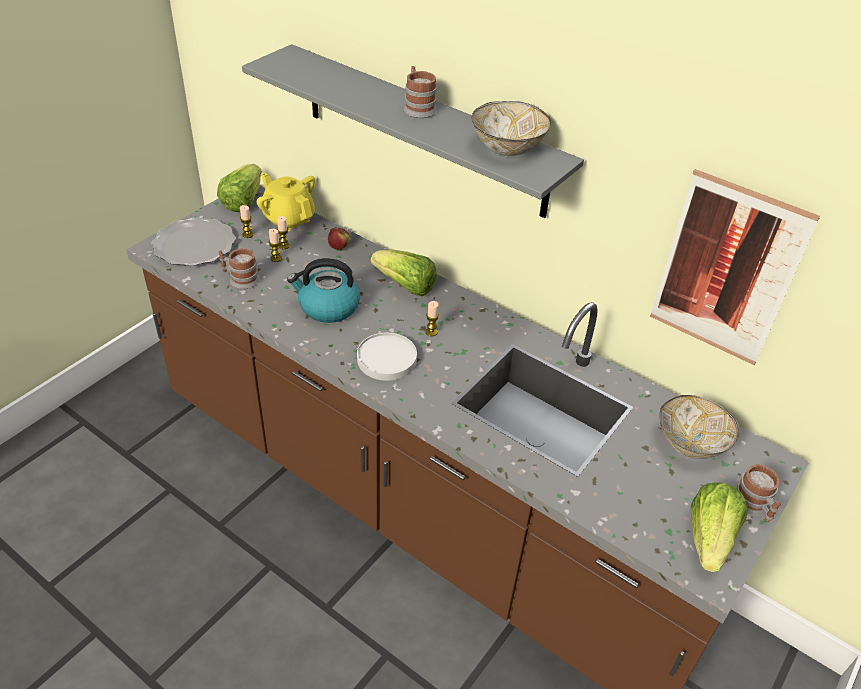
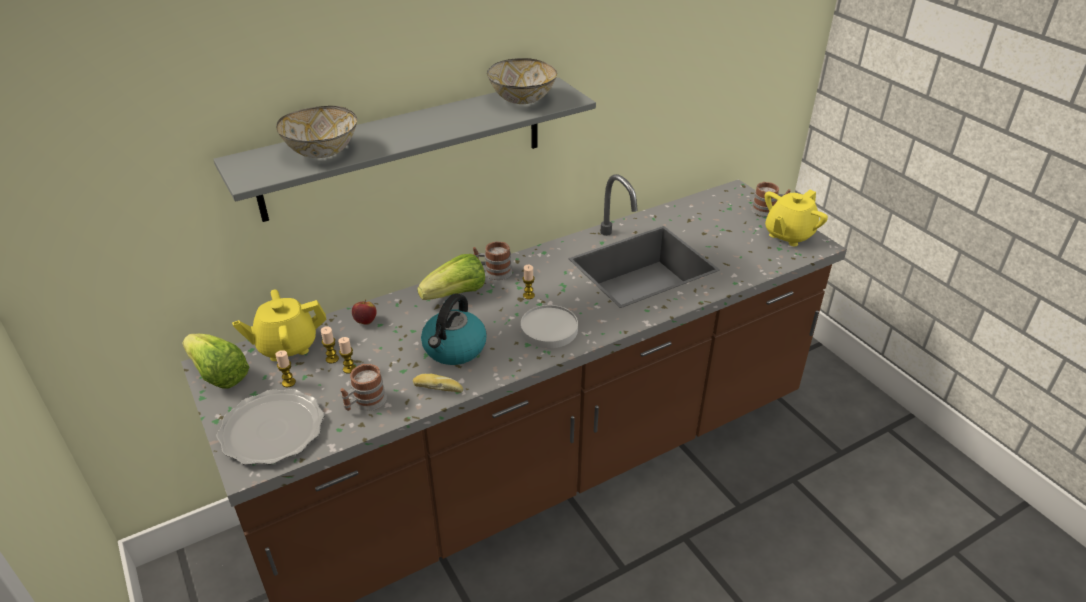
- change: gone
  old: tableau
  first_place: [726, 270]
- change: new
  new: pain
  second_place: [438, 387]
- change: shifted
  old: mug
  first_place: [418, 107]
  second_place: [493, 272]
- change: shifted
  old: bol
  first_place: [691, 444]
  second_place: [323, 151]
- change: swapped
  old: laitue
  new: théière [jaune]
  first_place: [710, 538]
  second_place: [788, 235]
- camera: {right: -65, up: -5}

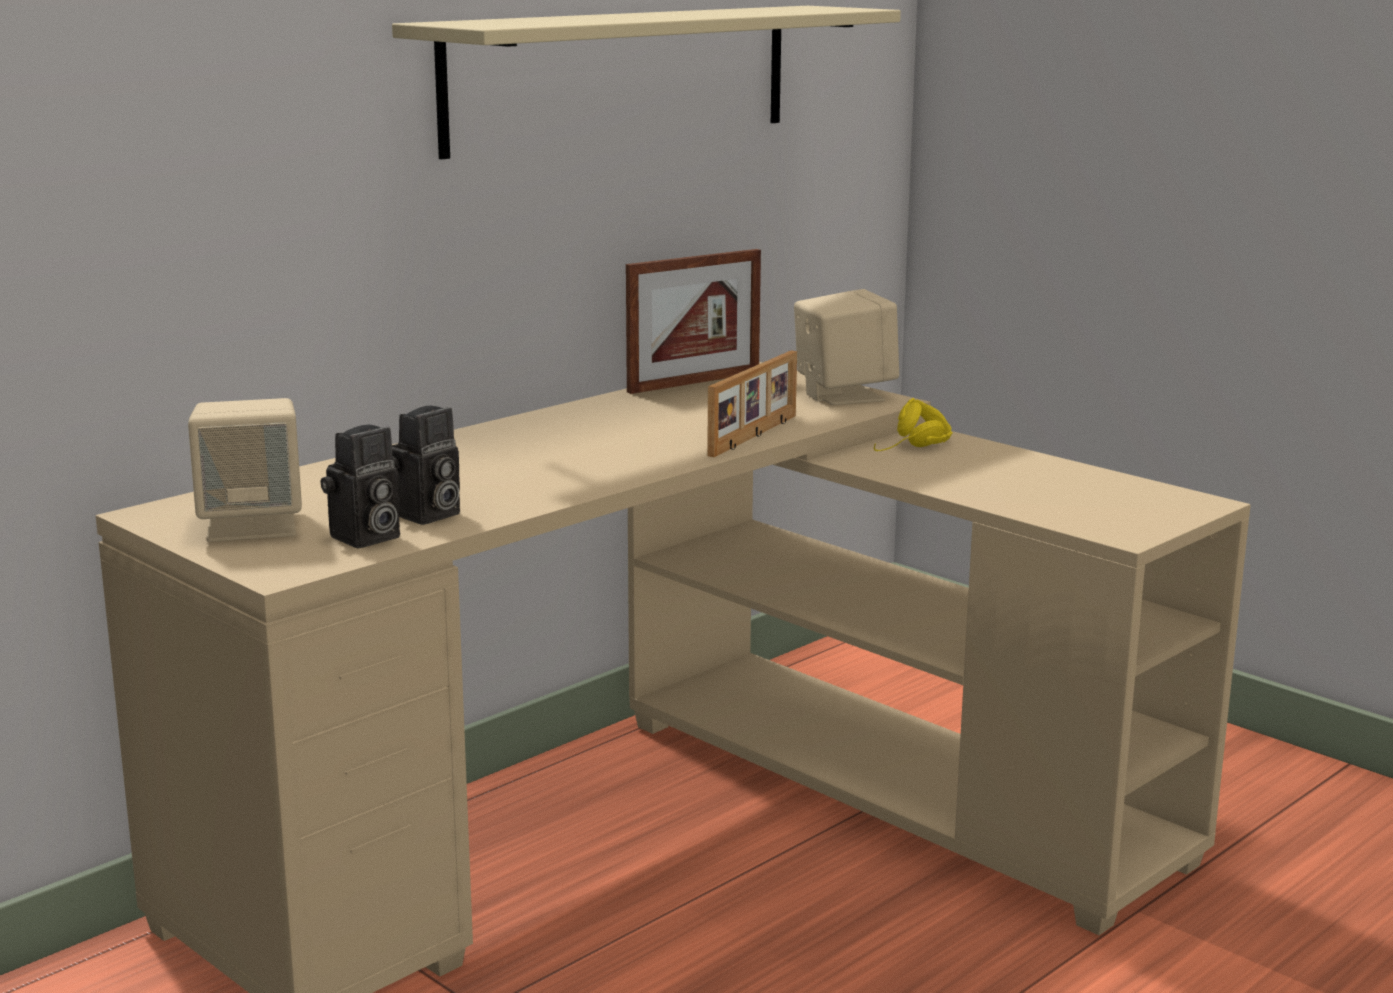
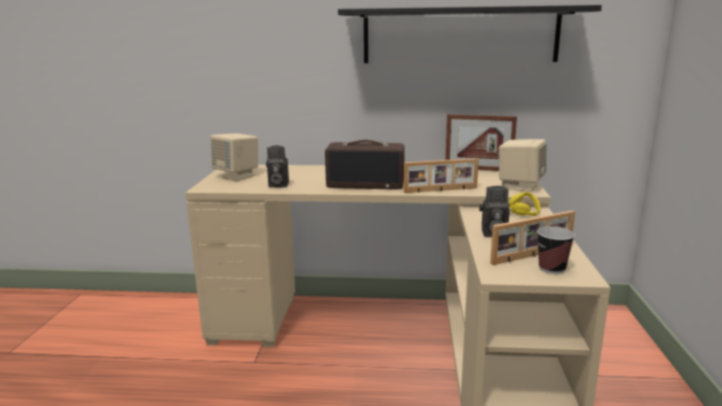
- change: new
  new: radio
  second_place: [366, 184]
- change: new
  new: cadre photo
  second_place: [532, 256]
- change: new
  new: tasse
  second_place: [552, 269]
- change: shifted
  old: appareil photo
  first_place: [364, 538]
  second_place: [492, 234]
- change: repainted
  old: étagère [beige]
  new: étagère [noir]
  first_place: [622, 76]
  second_place: [460, 36]
- camera: {right: 50, up: 0}

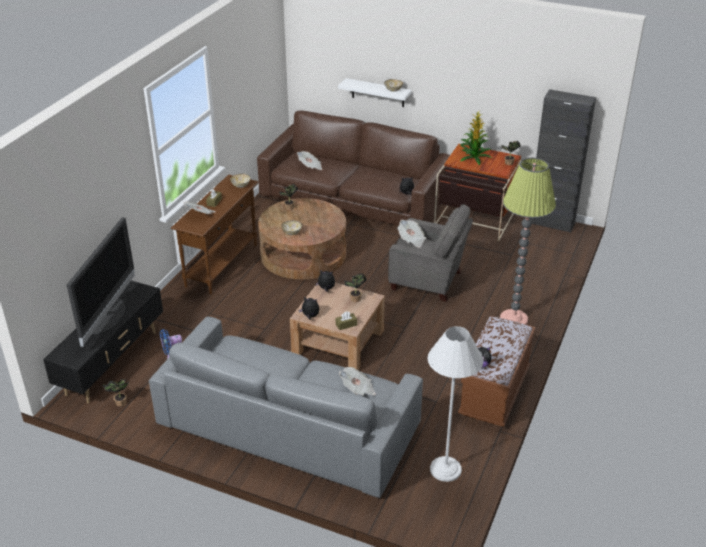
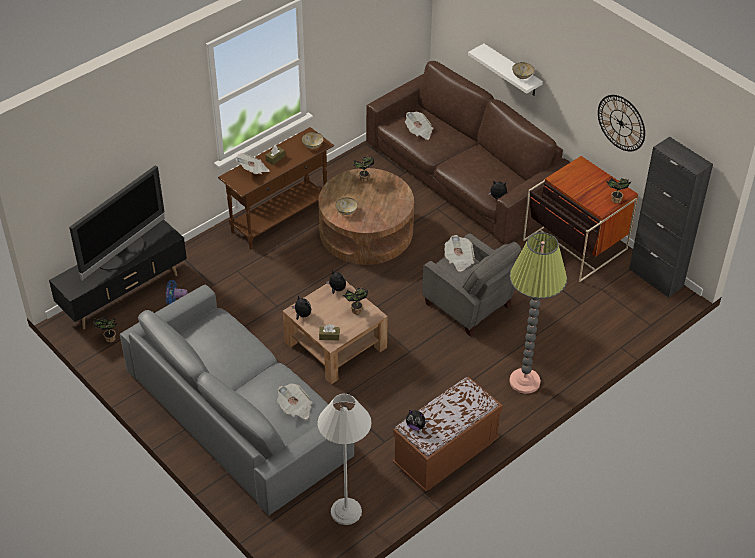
- change: gone
  old: plante en pot
  first_place: [474, 158]
- change: new
  new: horloge murale
  second_place: [621, 123]
- camera: {right: 25, up: 10}

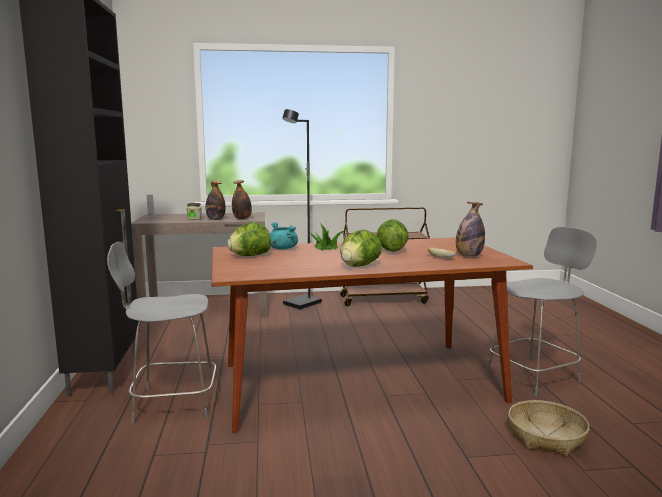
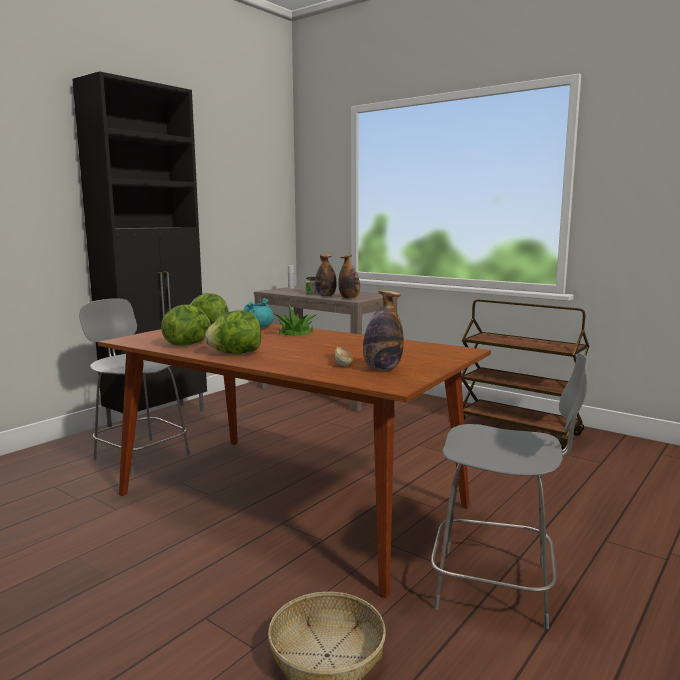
- change: gone
  old: lampadaire [noir]
  first_place: [302, 304]
- change: shifted
  old: laitue
  first_place: [390, 250]
  second_place: [189, 344]
- camera: {right: 45, up: 0}

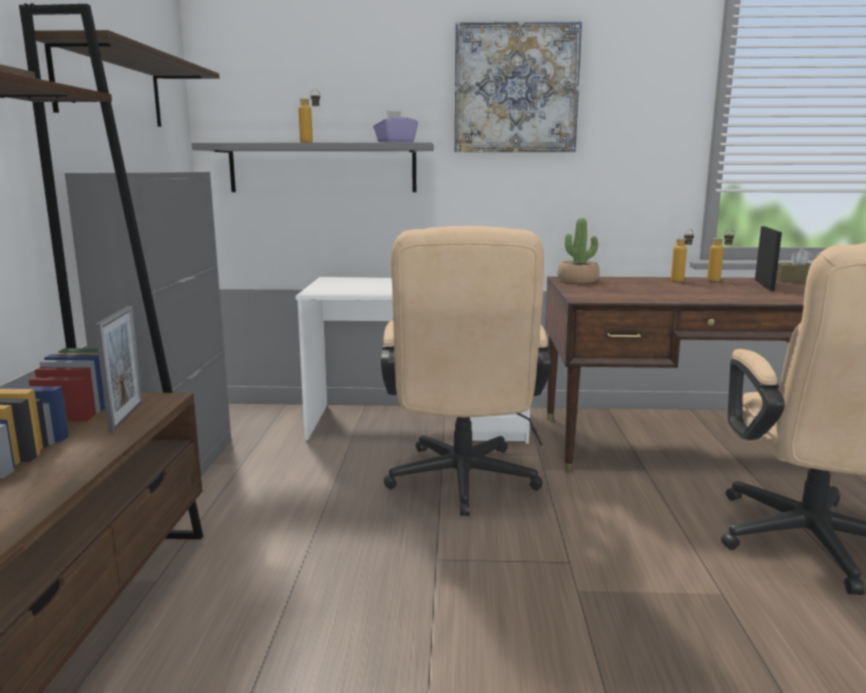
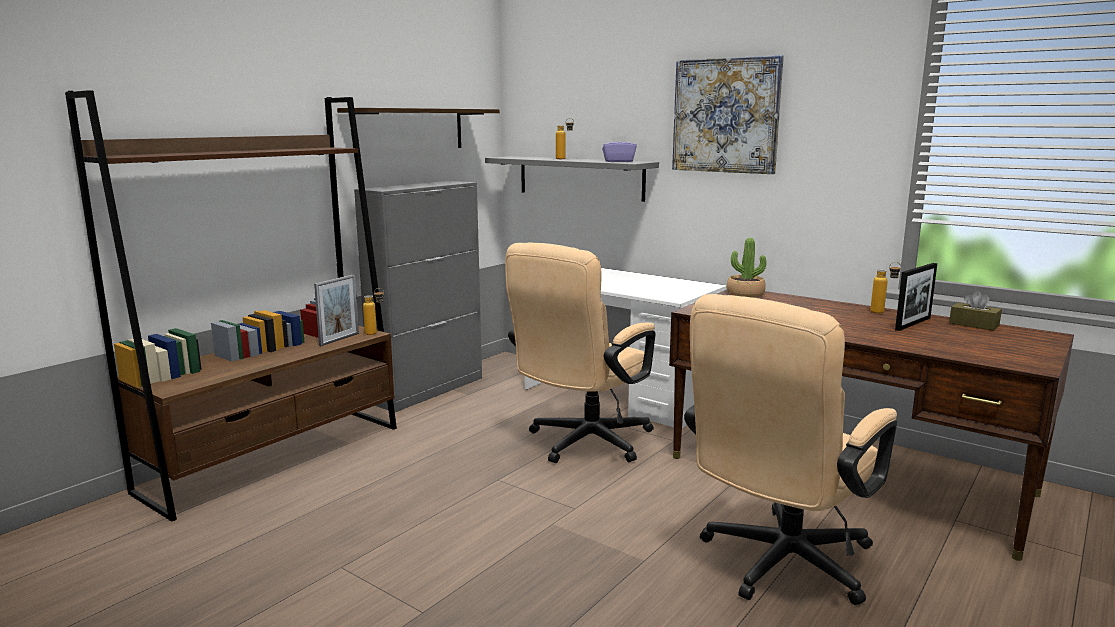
- change: shifted
  old: bouteille
  first_place: [680, 280]
  second_place: [375, 333]
- camera: {right: 35, up: 0}

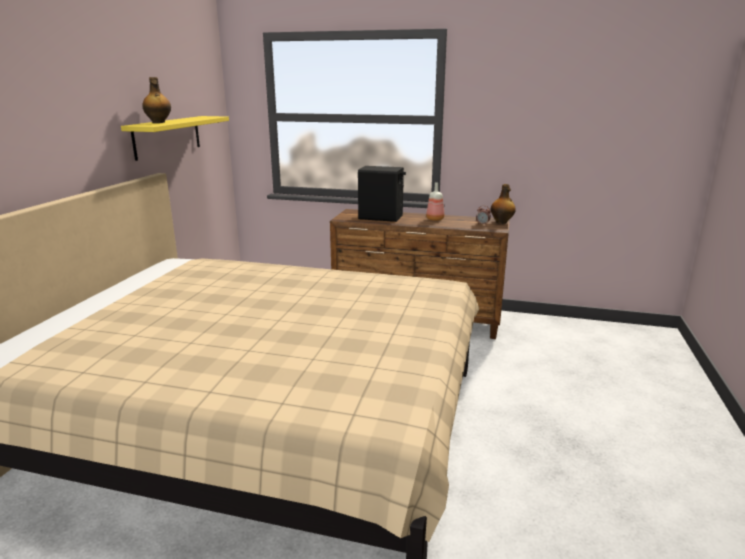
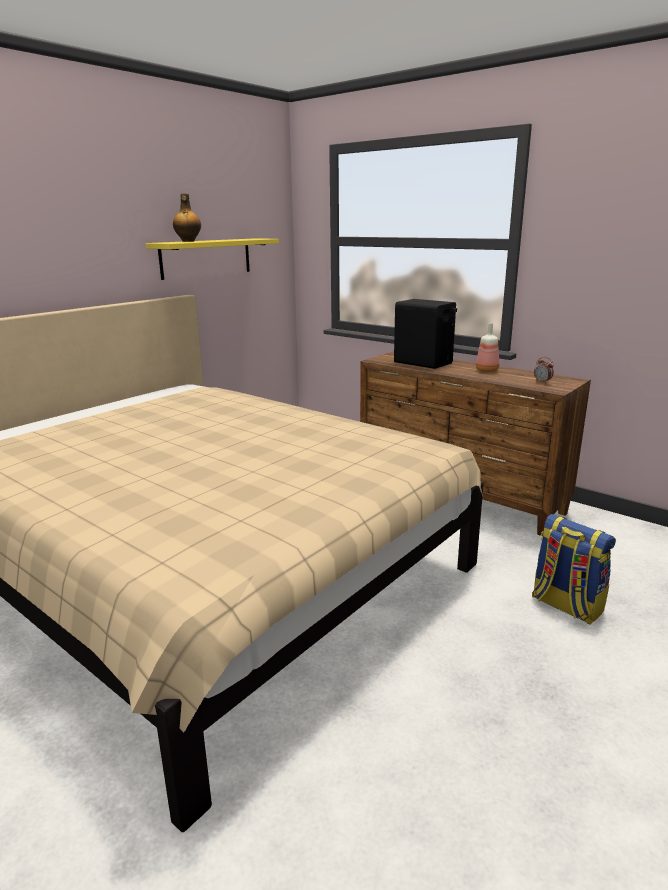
- change: gone
  old: bouteille
  first_place: [501, 222]
- change: new
  new: sac à dos
  second_place: [565, 605]
- camera: {right: 25, up: 0}

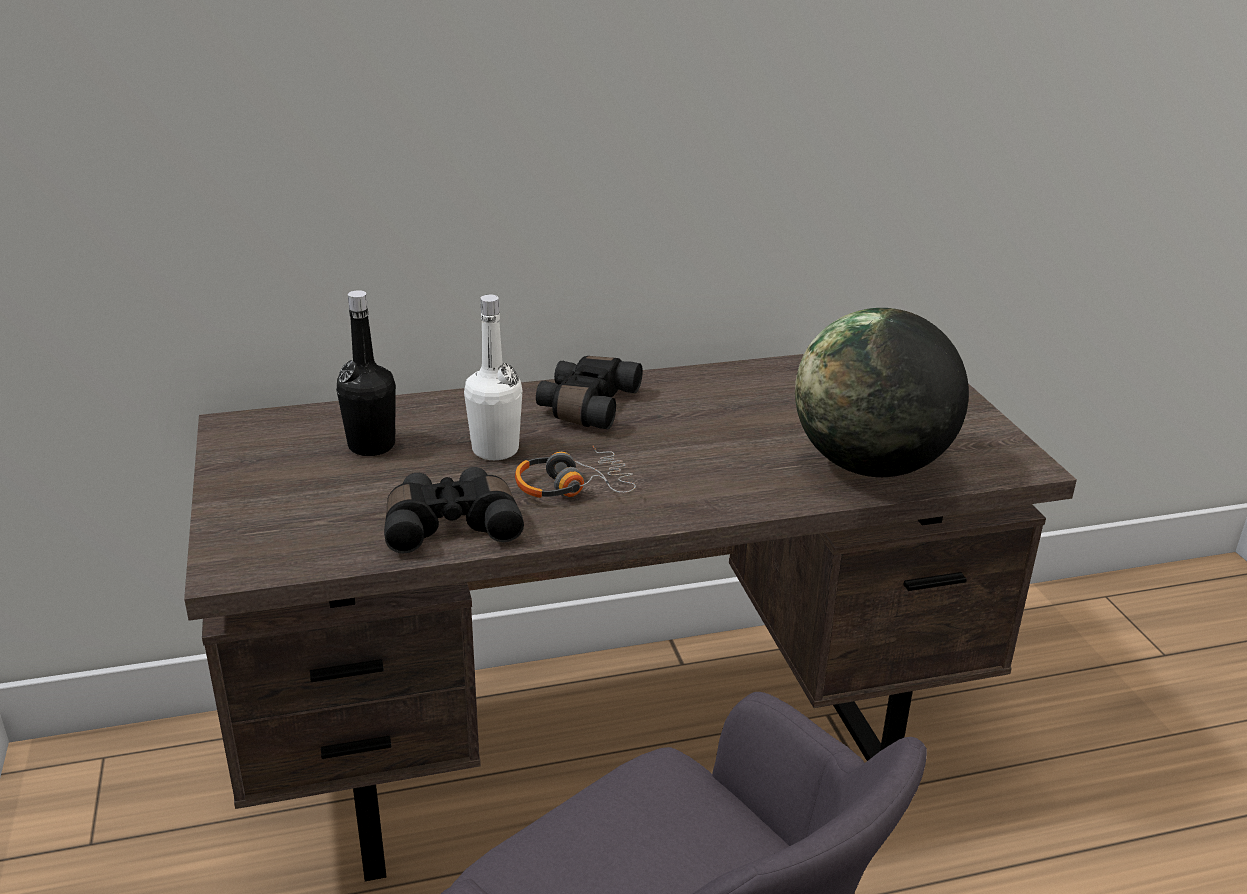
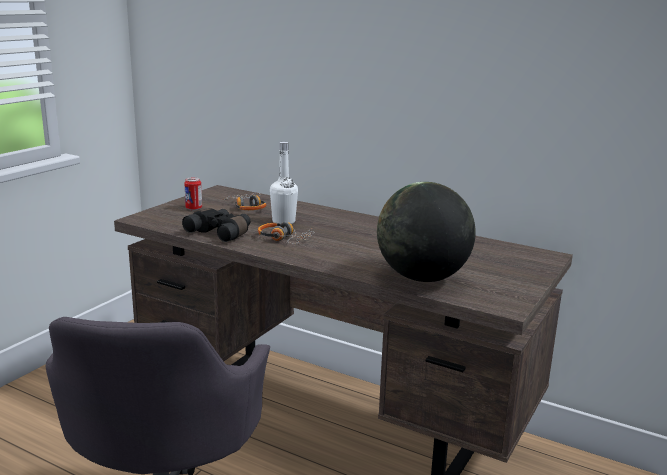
- change: gone
  old: jumelles [noir]
  first_place: [586, 406]
- change: new
  new: boîte métallique
  second_place: [194, 208]
- change: swapped
  old: bouteille [noir]
  new: casque audio
  first_place: [371, 446]
  second_place: [247, 207]
- camera: {right: 45, up: -10}

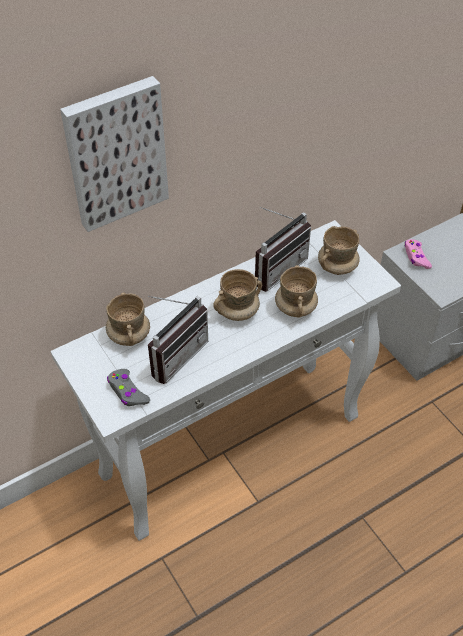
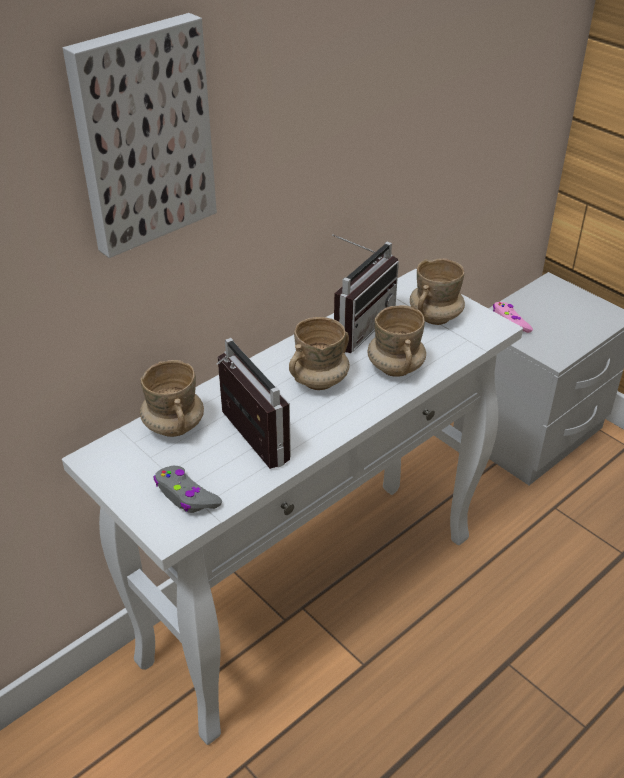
- change: rotated
  old: radio
  first_place: [174, 354]
  second_place: [243, 441]
  degrees: -60
- camera: {right: -10, up: -10}

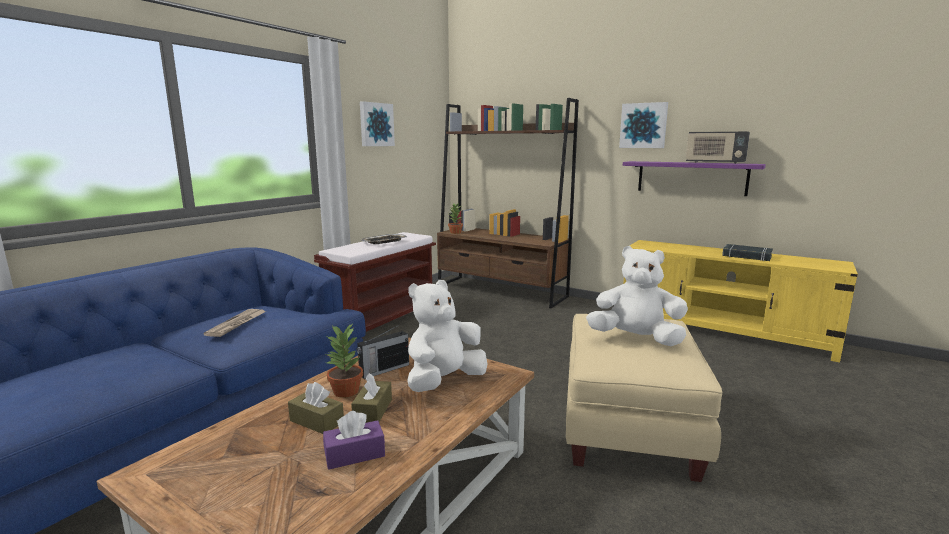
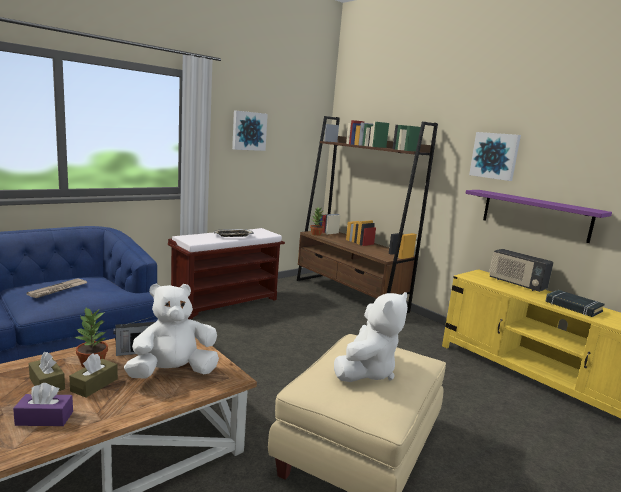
- change: shifted
  old: radio
  first_place: [714, 163]
  second_place: [516, 284]
- change: rotated
  old: peluche [blanc]
  first_place: [635, 339]
  second_place: [366, 371]
  degrees: 90
- camera: {right: 15, up: 0}

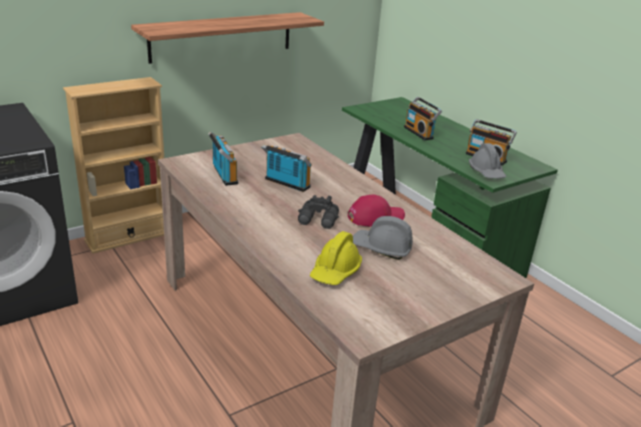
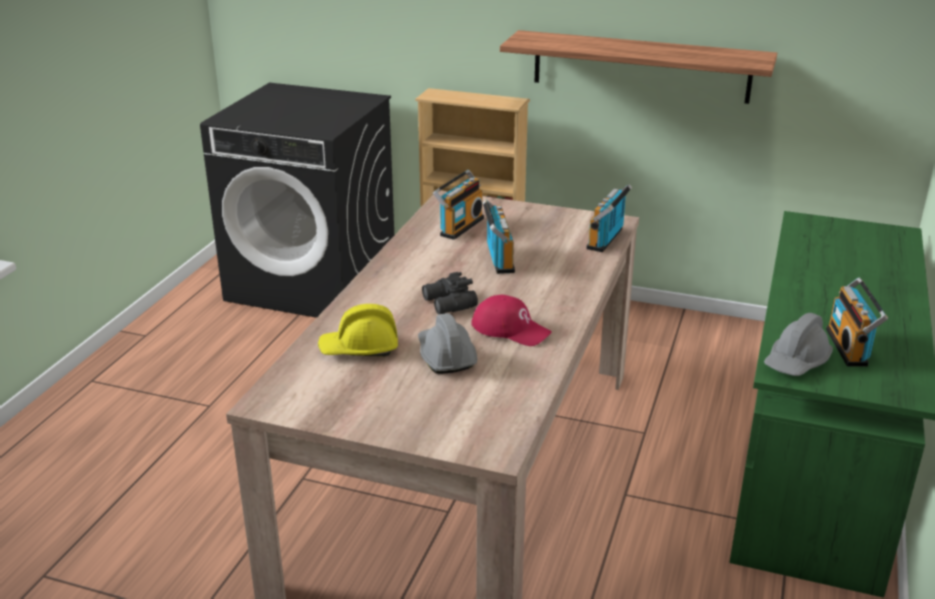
- change: shifted
  old: radio
  first_place: [420, 133]
  second_place: [607, 239]
- camera: {right: 55, up: 0}

